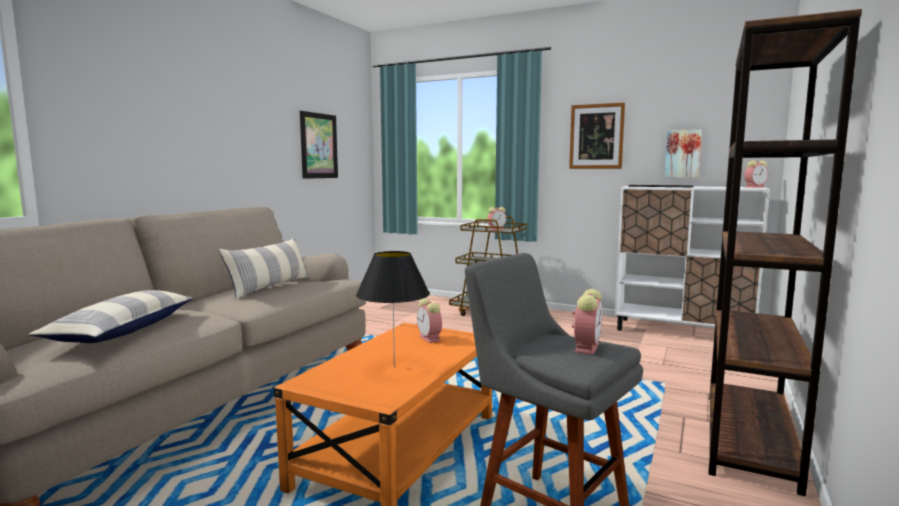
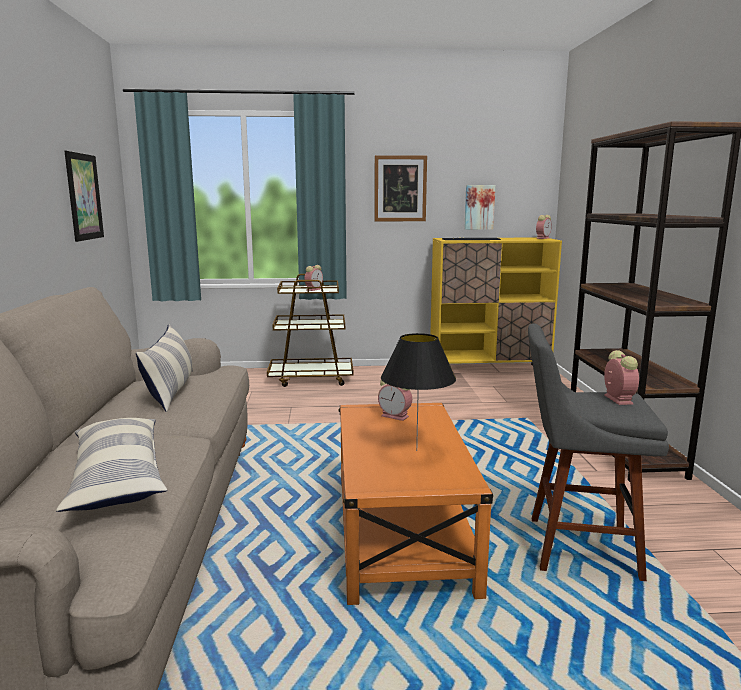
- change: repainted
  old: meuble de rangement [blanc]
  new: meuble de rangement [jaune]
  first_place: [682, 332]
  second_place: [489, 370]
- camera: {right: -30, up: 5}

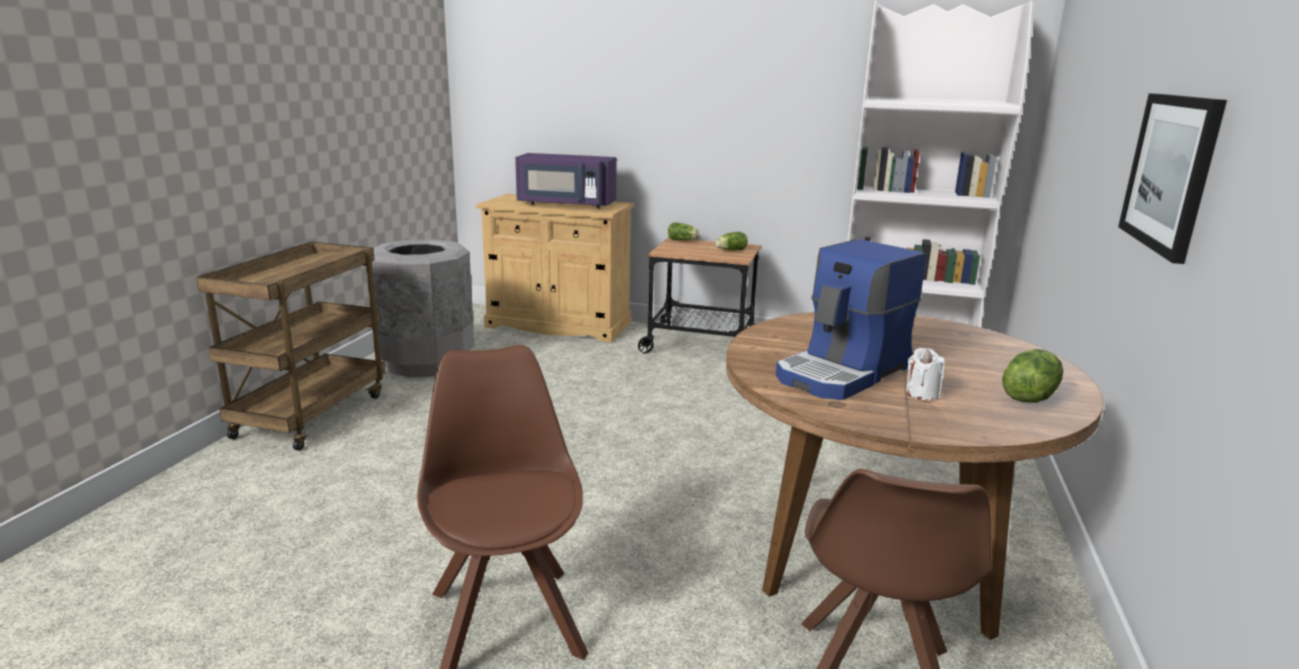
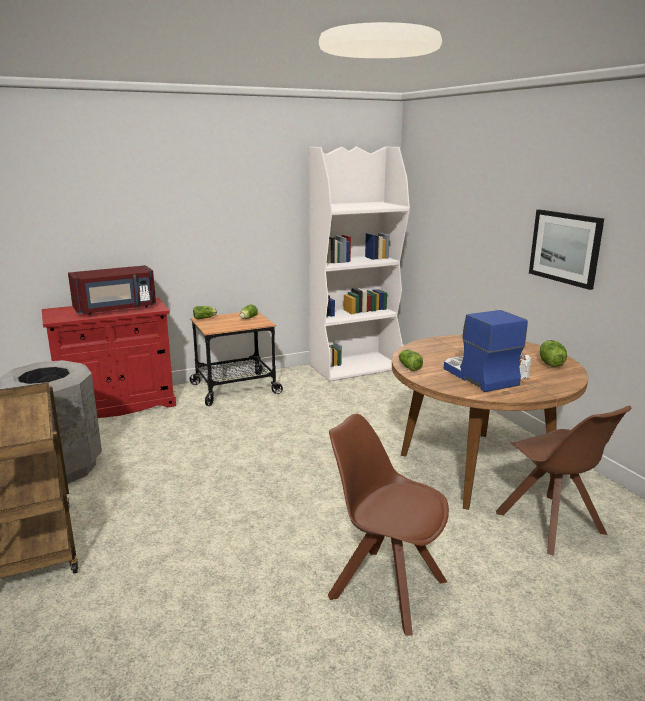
- change: new
  new: laitue
  second_place: [408, 367]
- change: repainted
  old: meuble de rangement [beige]
  new: meuble de rangement [rouge]
  first_place: [558, 325]
  second_place: [116, 405]
- change: repainted
  old: micro-ondes [violet]
  new: micro-ondes [rouge]
  first_place: [566, 204]
  second_place: [116, 309]
- change: rotated
  old: machine à café
  first_place: [844, 373]
  second_place: [478, 376]
  degrees: 150
- camera: {right: -40, up: 0}

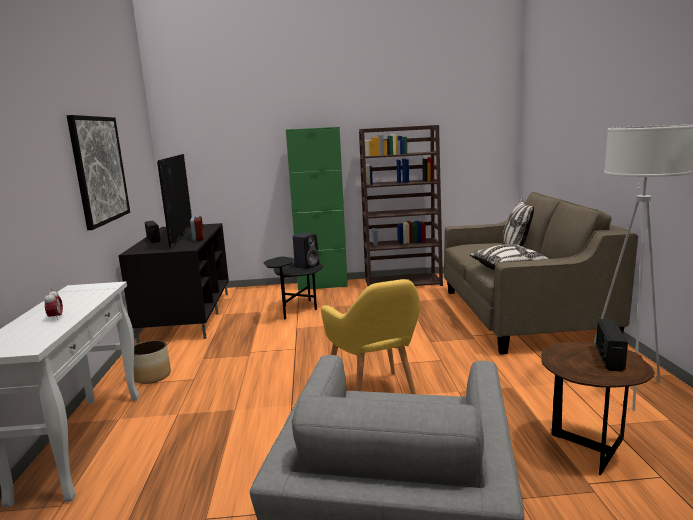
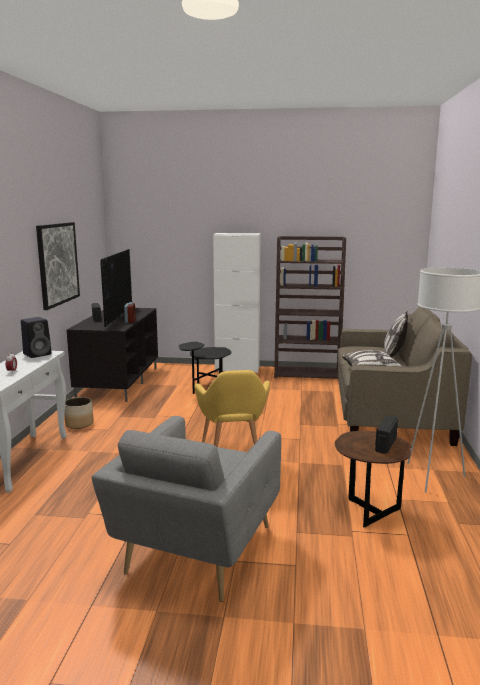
- change: shifted
  old: enceinte [noir]
  first_place: [307, 265]
  second_place: [38, 354]
- change: repainted
  old: meuble de rangement [vert]
  new: meuble de rangement [blanc]
  first_place: [322, 285]
  second_place: [237, 369]
- camera: {right: 10, up: 0}

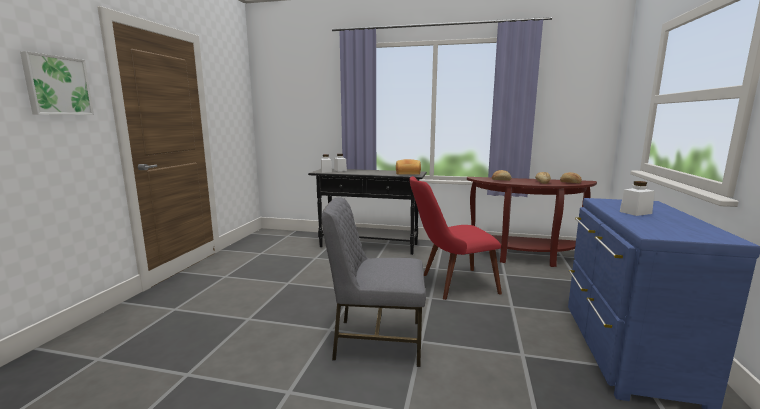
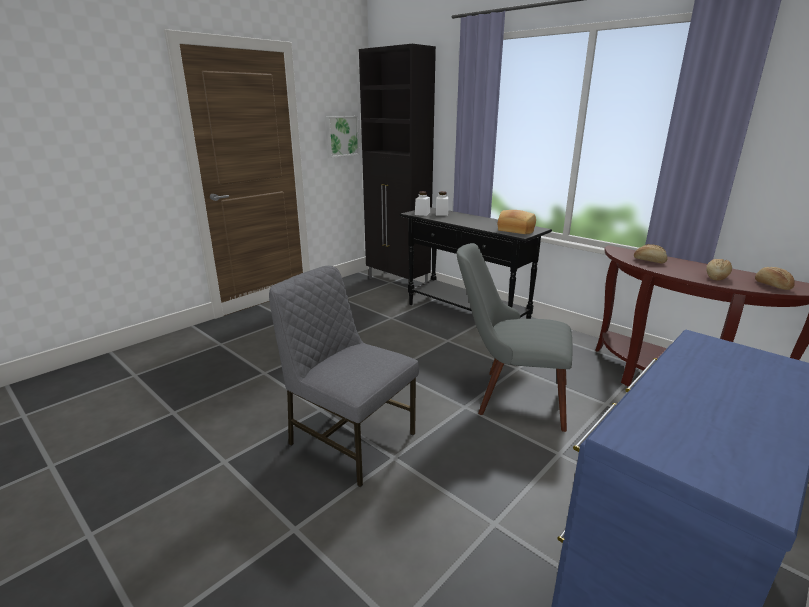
- change: gone
  old: bocal [blanc]
  first_place: [635, 212]
- change: new
  new: meuble de rangement [noir]
  second_place: [398, 282]
- change: shifted
  old: tableau
  first_place: [57, 85]
  second_place: [341, 136]
- change: repainted
  old: chaise [rouge]
  new: chaise [gris]
  first_place: [450, 284]
  second_place: [509, 396]
- camera: {right: 30, up: 10}

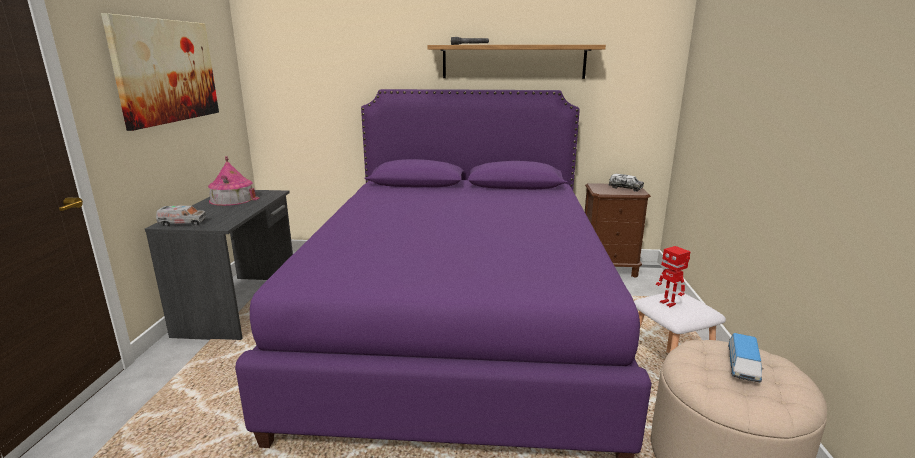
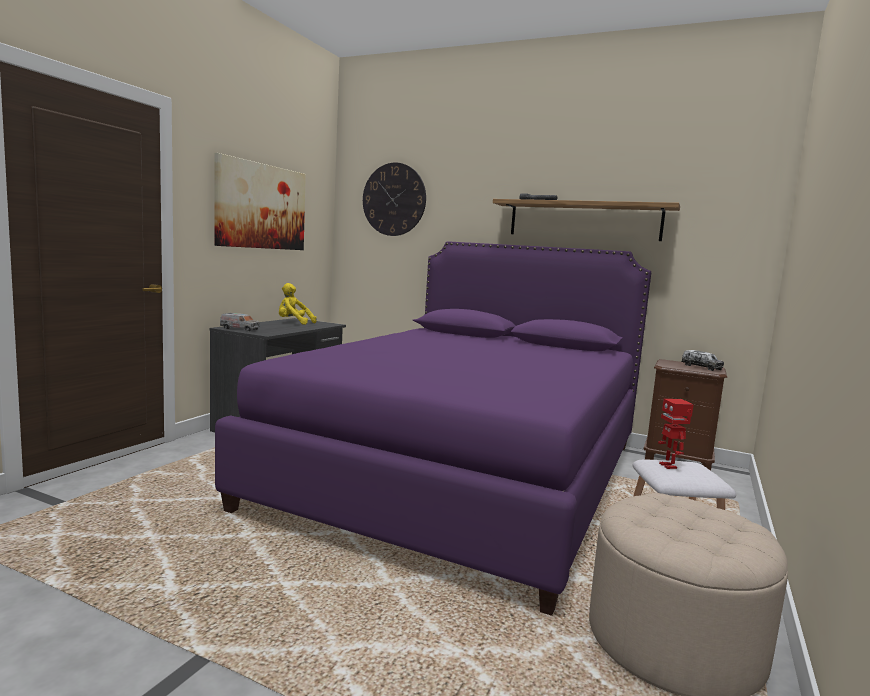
- change: gone
  old: petite voiture
  first_place: [742, 368]
- change: new
  new: horloge murale
  second_place: [394, 199]
- change: swapped
  old: maison miniature
  new: peluche [jaune]
  first_place: [232, 199]
  second_place: [293, 323]
- camera: {right: 20, up: -10}

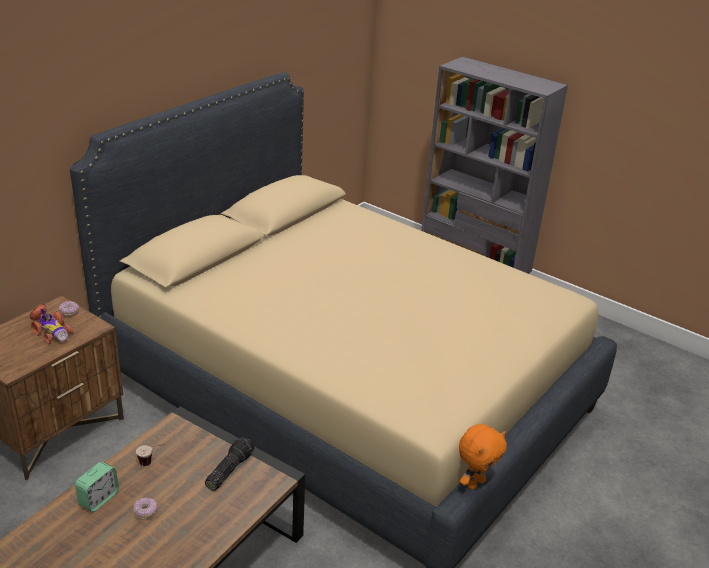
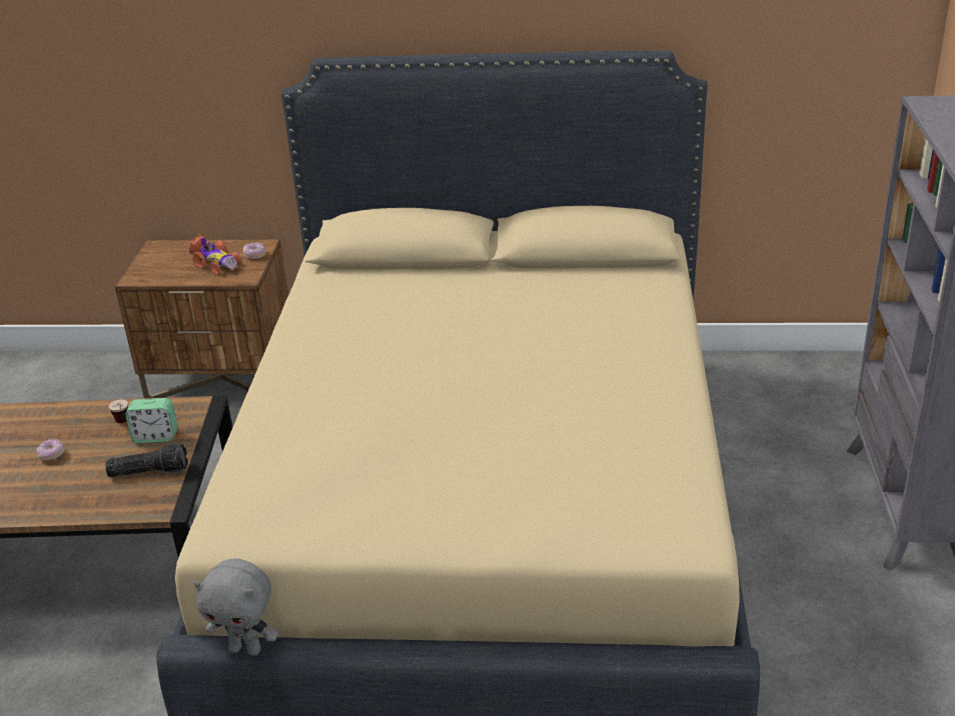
- change: shifted
  old: réveil
  first_place: [99, 499]
  second_place: [155, 436]
- change: repainted
  old: peluche [orange]
  new: peluche [gris]
  first_place: [475, 483]
  second_place: [246, 649]
- change: rotated
  old: petite voiture
  first_place: [51, 331]
  second_place: [215, 263]
  degrees: -60
- camera: {right: 60, up: 0}

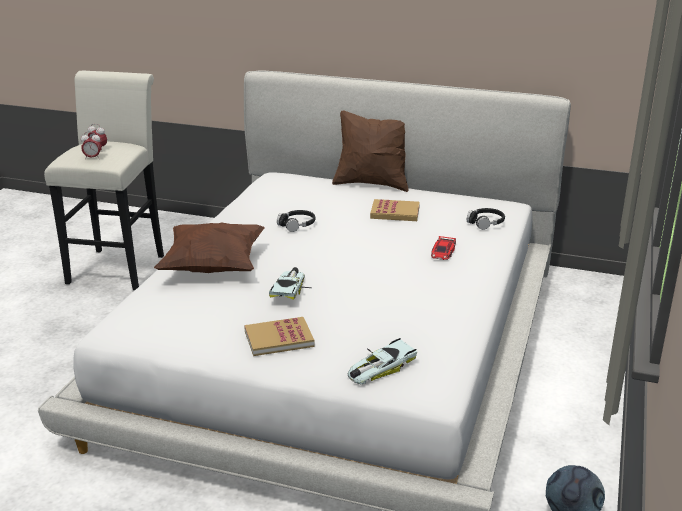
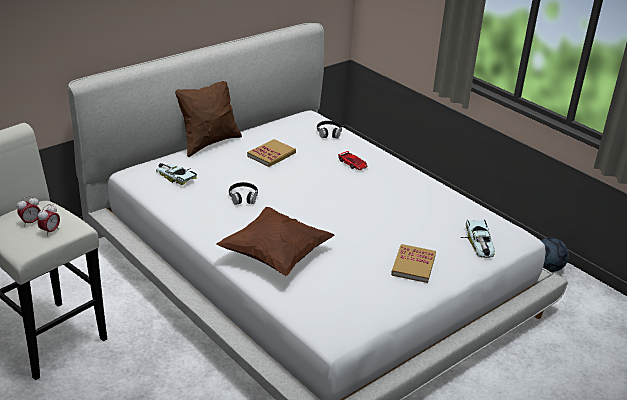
- change: shifted
  old: petite voiture
  first_place: [290, 288]
  second_place: [175, 176]
- camera: {right: -60, up: 5}

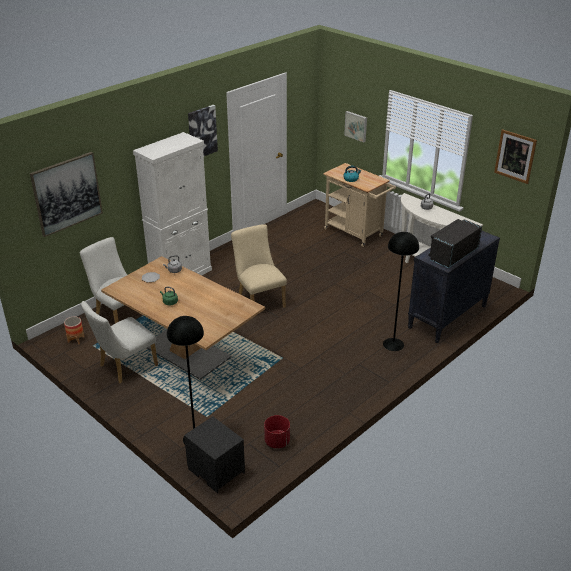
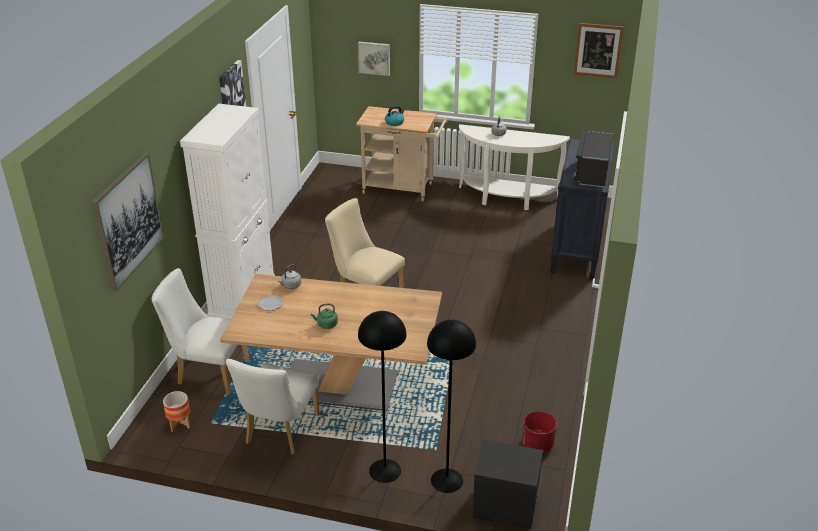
- change: shifted
  old: lampadaire [noir]
  first_place: [393, 344]
  second_place: [385, 470]
- camera: {right: -30, up: 0}

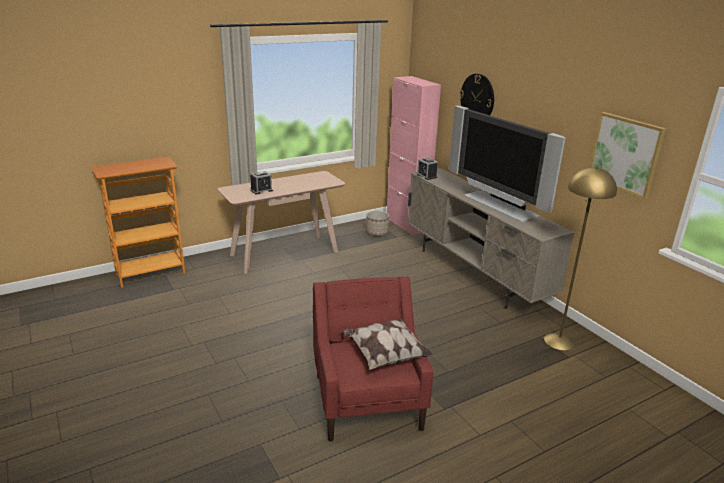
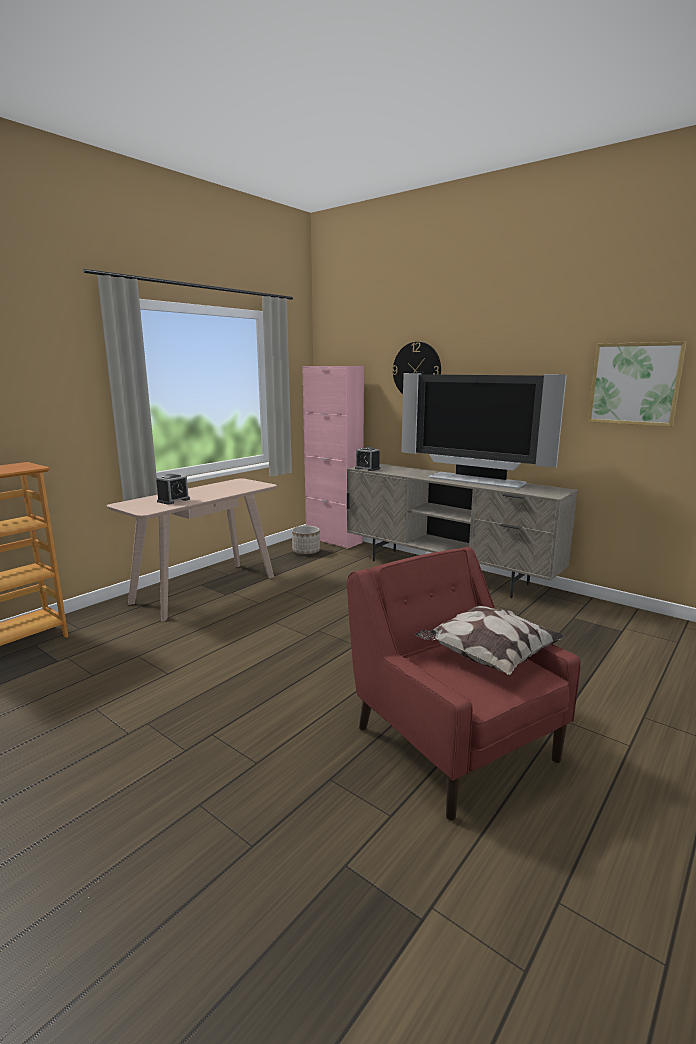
- change: gone
  old: lampadaire [jaune]
  first_place: [559, 341]
- camera: {right: -20, up: -10}

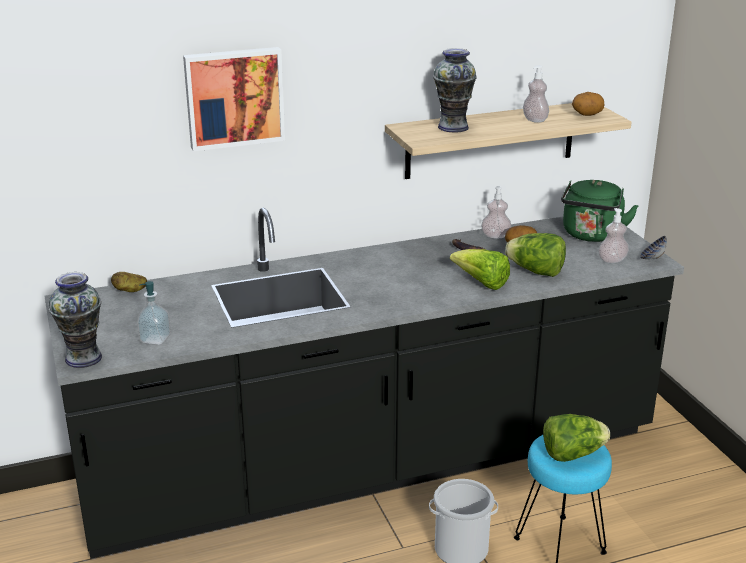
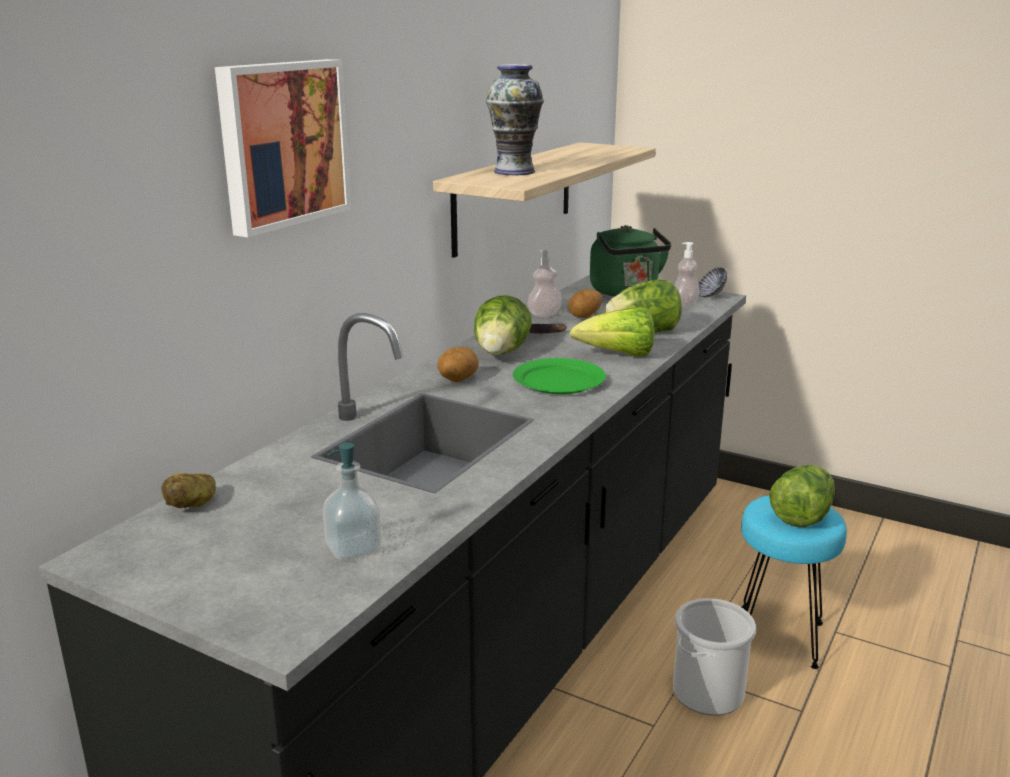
- change: gone
  old: vase
  first_place: [84, 358]
- change: gone
  old: distributeur de savon
  first_place: [535, 120]
- change: new
  new: laitue
  second_place: [501, 354]
- change: new
  new: assiette [vert]
  second_place: [558, 380]
- change: shifted
  old: pomme de terre
  first_place: [587, 115]
  second_place: [457, 380]
- camera: {right: -40, up: -5}

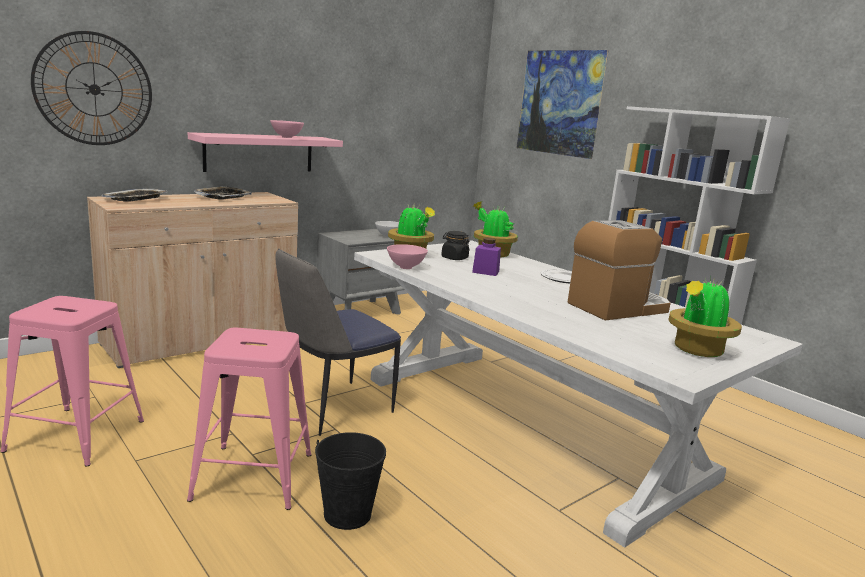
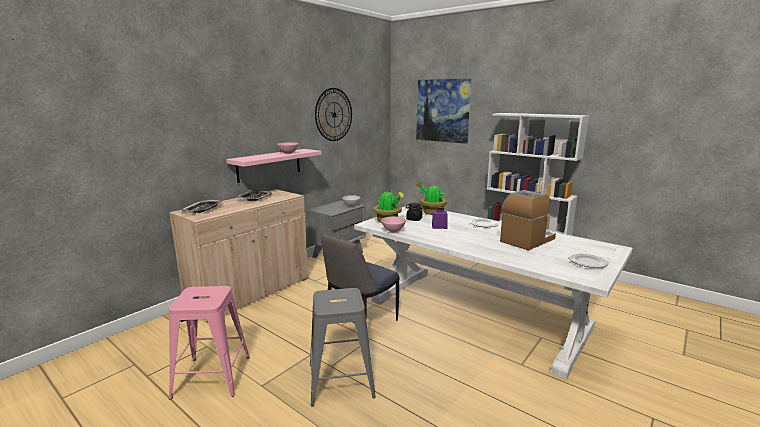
- change: gone
  old: seau [noir]
  first_place: [347, 514]
- change: shifted
  old: horloge murale
  first_place: [94, 89]
  second_place: [334, 114]
- change: swapped
  old: plante en pot
  new: assiette
  first_place: [697, 350]
  second_place: [588, 262]
- change: repainted
  old: tabouret [rose]
  new: tabouret [gris]
  first_place: [252, 476]
  second_place: [340, 381]
- camera: {right: -10, up: 0}

